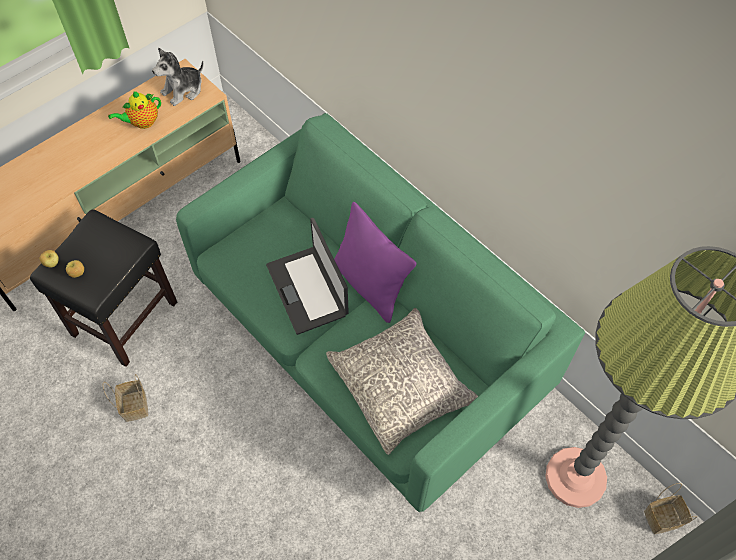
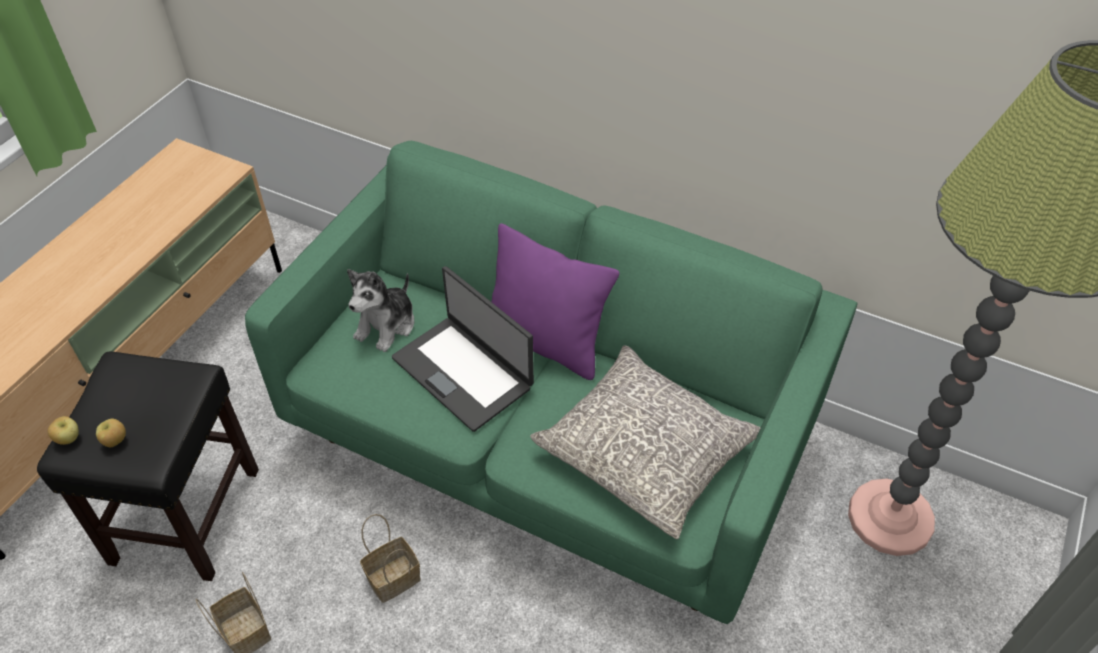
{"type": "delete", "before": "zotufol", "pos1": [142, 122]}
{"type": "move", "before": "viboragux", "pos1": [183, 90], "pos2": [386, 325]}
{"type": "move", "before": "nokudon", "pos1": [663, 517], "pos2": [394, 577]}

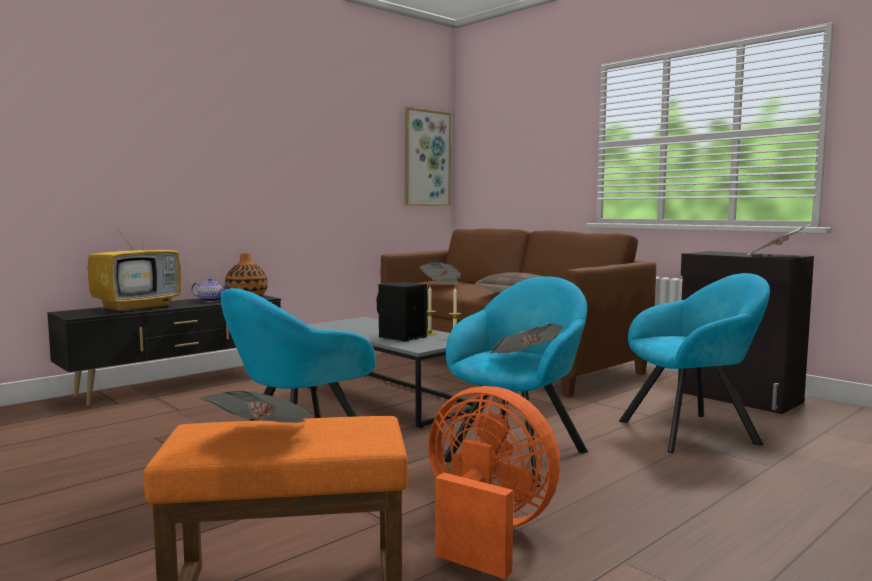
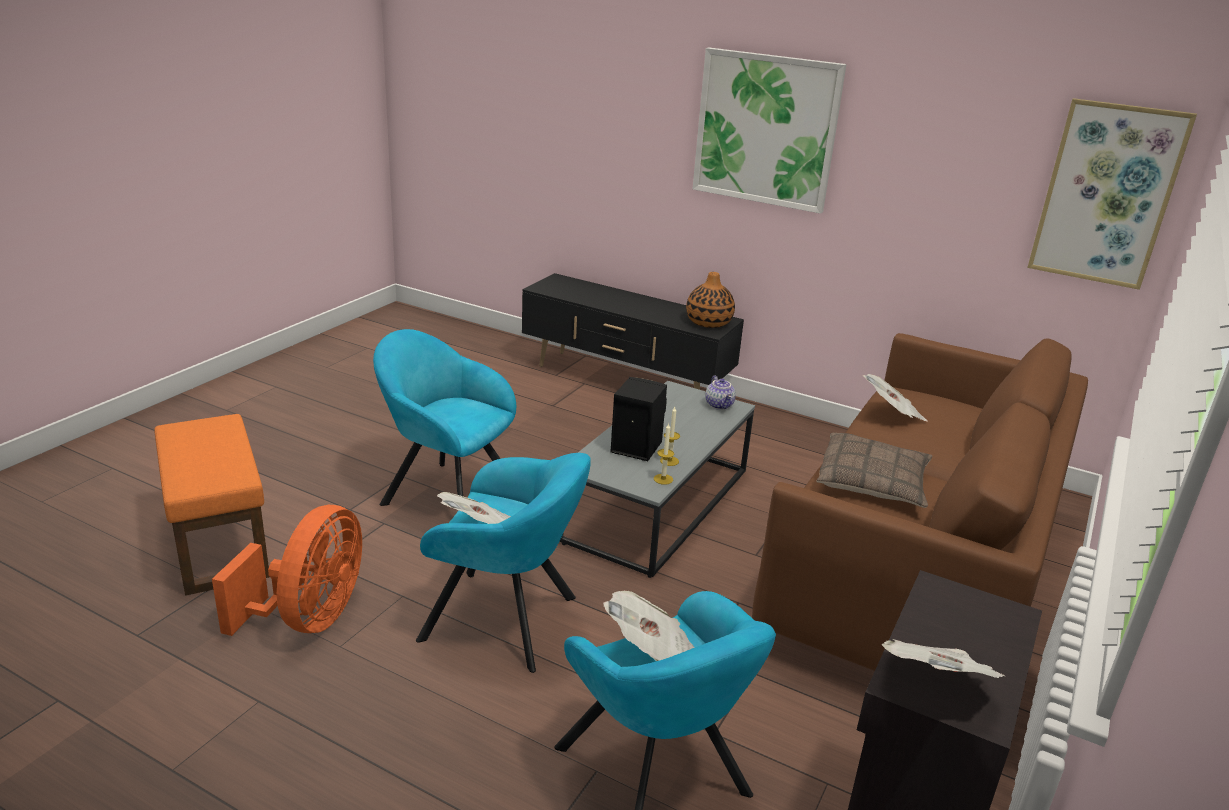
{"type": "delete", "before": "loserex", "pos1": [138, 308]}
{"type": "move", "before": "zotufol", "pos1": [211, 300], "pos2": [720, 405]}
{"type": "move", "before": "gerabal", "pos1": [263, 438], "pos2": [652, 650]}
{"type": "insert", "after": "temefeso", "pos2": [766, 130]}

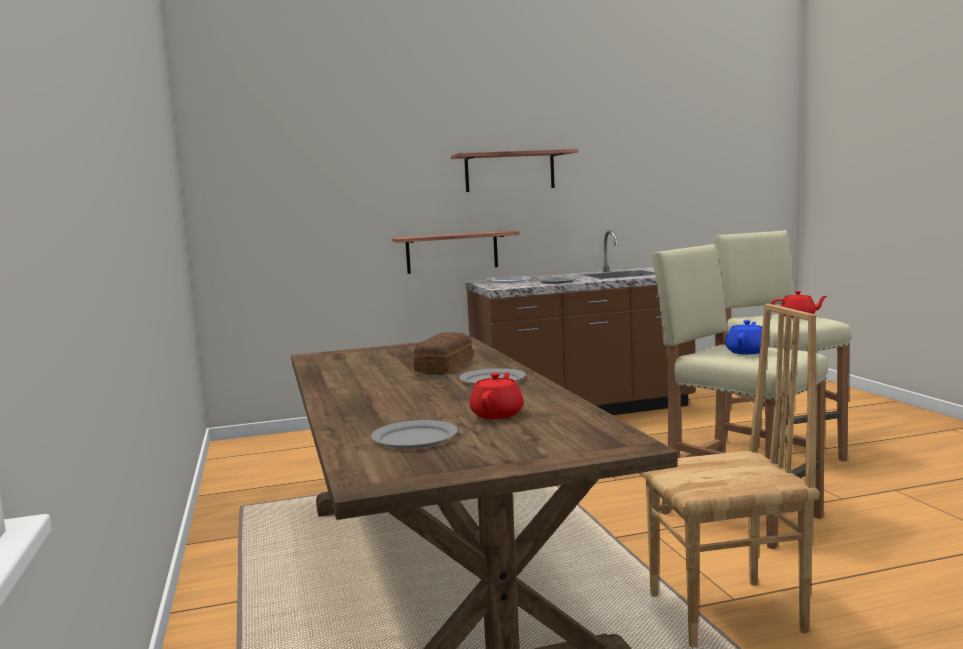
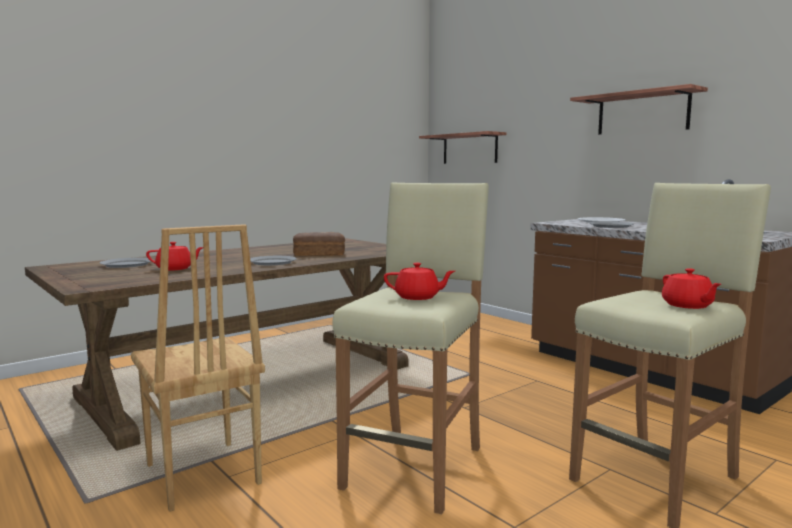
{"type": "move", "before": "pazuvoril", "pos1": [452, 252], "pos2": [469, 149]}
{"type": "recolor", "before": "zotufol (blue)", "after": "zotufol (red)", "pos1": [747, 352], "pos2": [418, 297]}

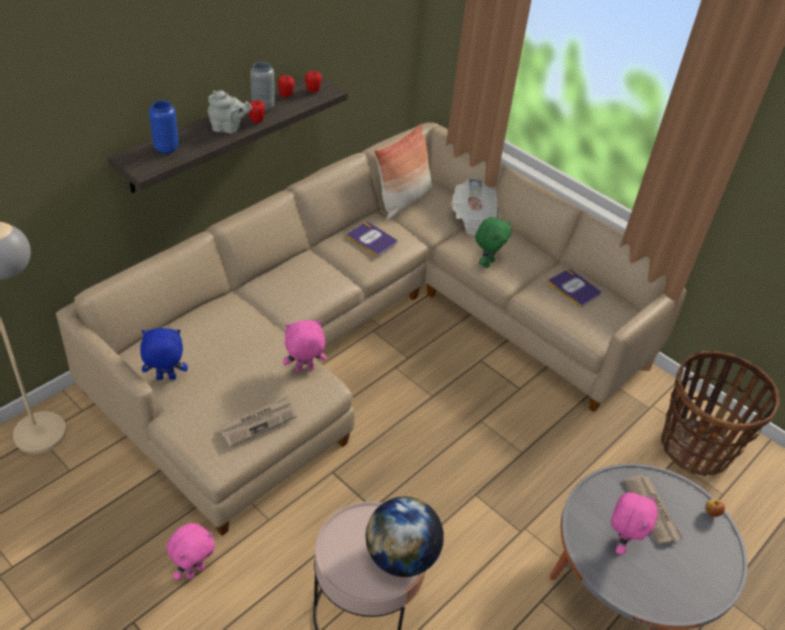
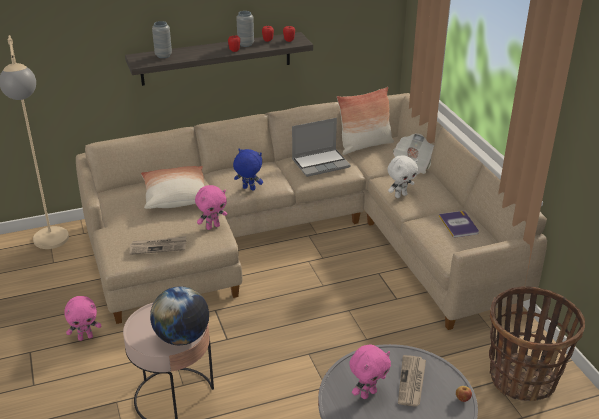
{"type": "move", "before": "viboragux (blue)", "pos1": [166, 379], "pos2": [248, 189]}
{"type": "recolor", "before": "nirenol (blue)", "after": "nirenol (grey)", "pos1": [166, 148], "pos2": [163, 55]}
{"type": "delete", "before": "zotufol (grey)", "pos1": [228, 128]}
{"type": "rotate", "before": "viboragux (pink)", "pos1": [304, 370], "pos2": [212, 226], "turn": 135}
{"type": "replace", "before": "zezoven", "after": "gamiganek", "pos1": [371, 239], "pos2": [321, 163]}
{"type": "recolor", "before": "viboragux (green)", "after": "viboragux (white)", "pos1": [487, 263], "pos2": [400, 195]}
{"type": "insert", "after": "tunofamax", "pos2": [175, 196]}

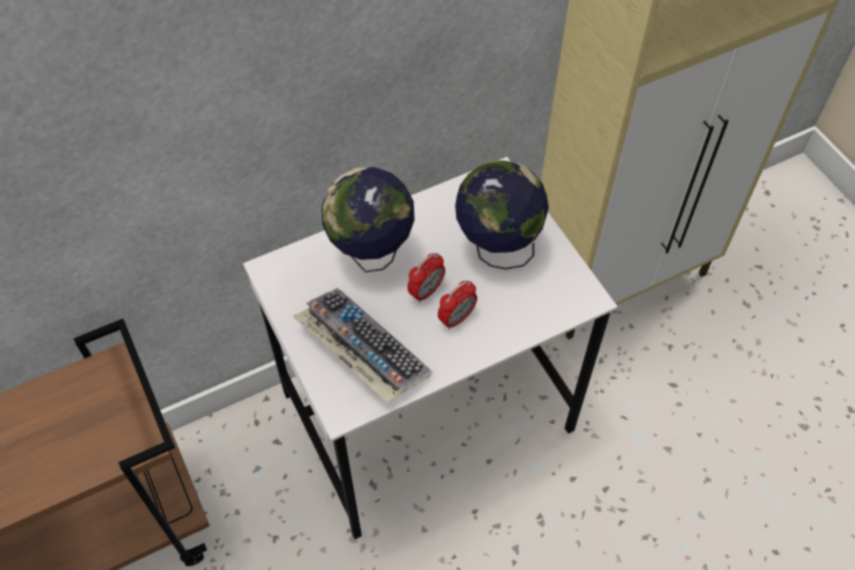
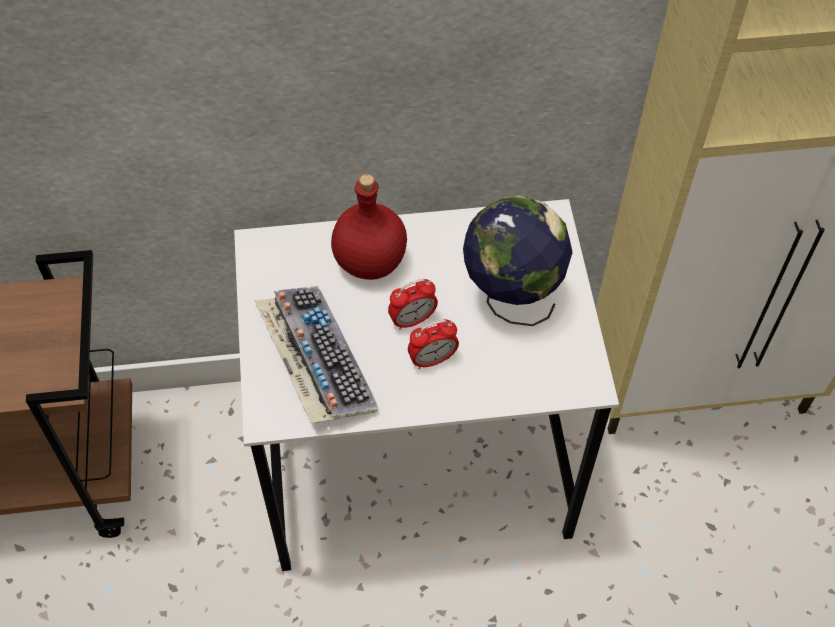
{"type": "replace", "before": "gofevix", "after": "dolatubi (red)", "pos1": [371, 255], "pos2": [371, 262]}

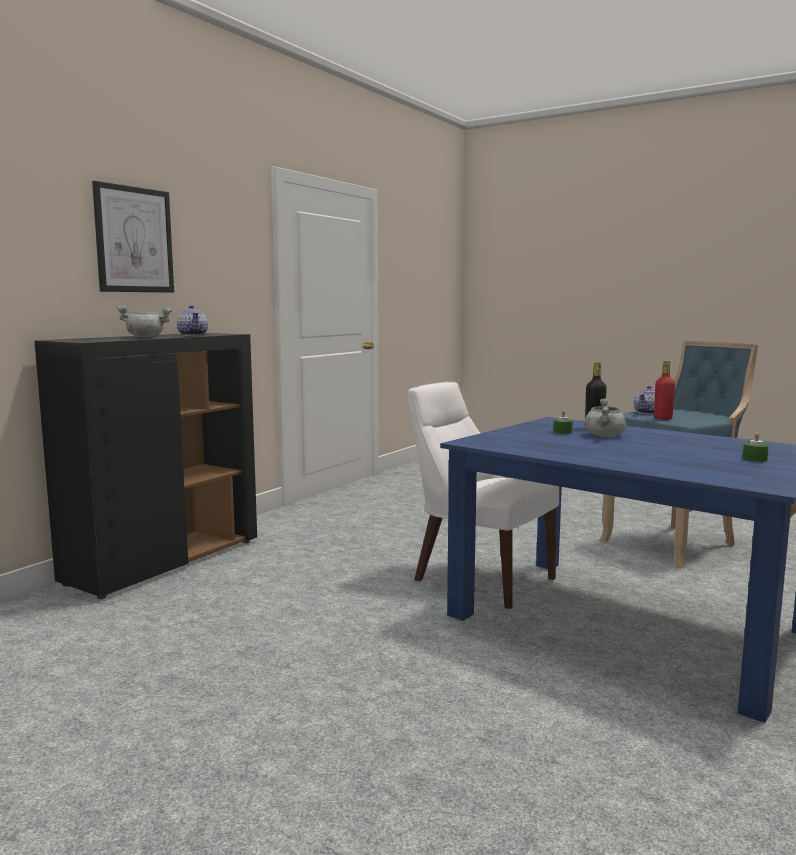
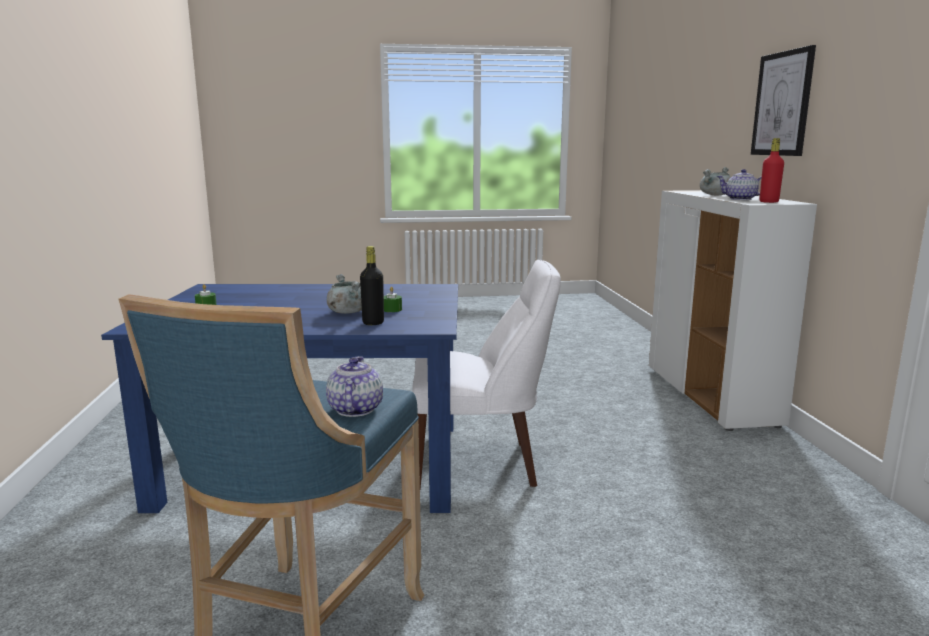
{"type": "recolor", "before": "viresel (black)", "after": "viresel (white)", "pos1": [165, 561], "pos2": [711, 396]}
{"type": "move", "before": "dolatubi (red)", "pos1": [663, 418], "pos2": [769, 202]}

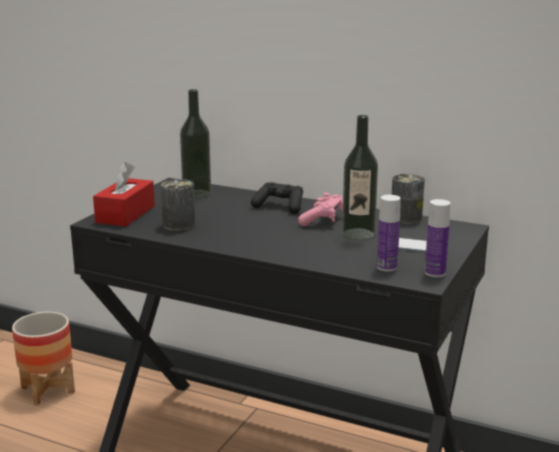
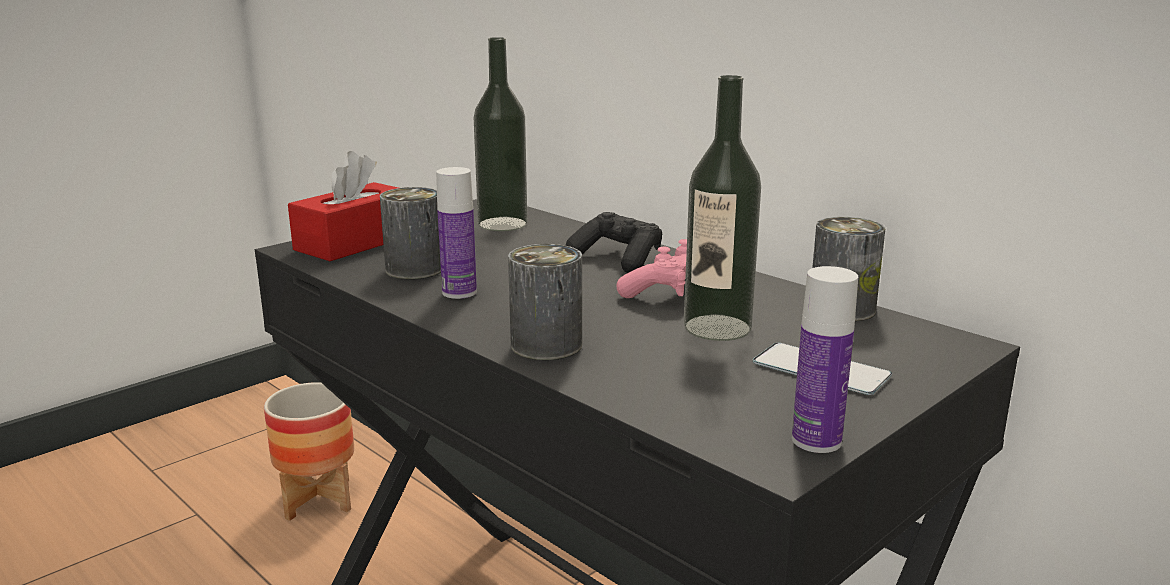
{"type": "move", "before": "dolatubi", "pos1": [387, 267], "pos2": [459, 292]}
{"type": "insert", "after": "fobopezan", "pos2": [546, 345]}

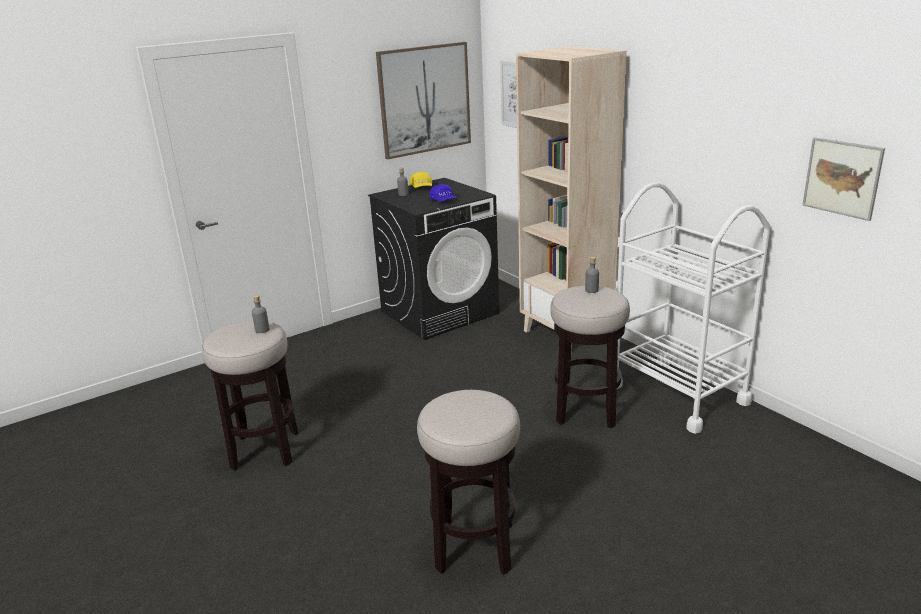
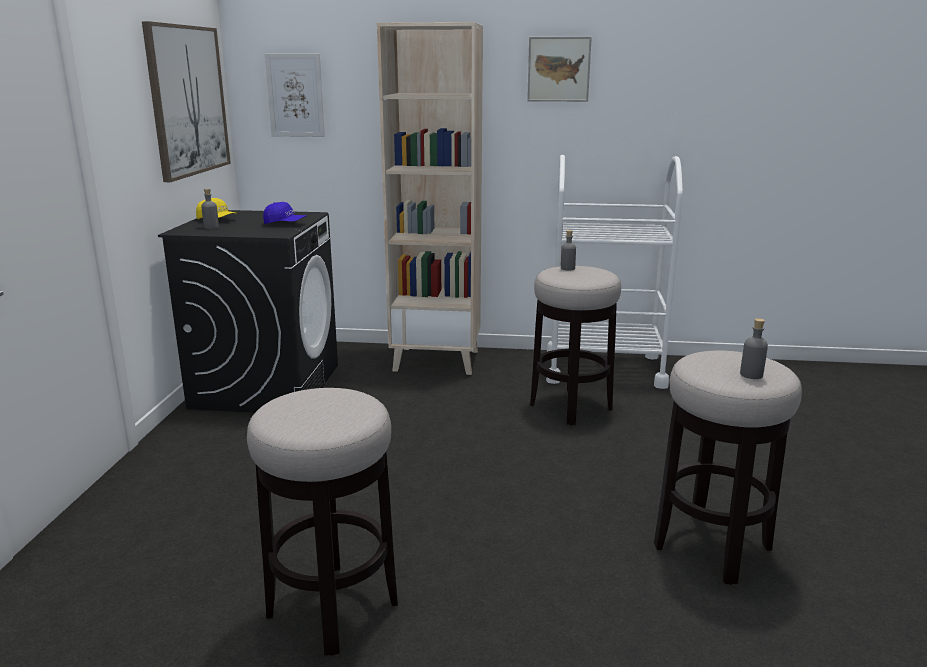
{"type": "move", "before": "dolatubi (grey)", "pos1": [262, 330], "pos2": [751, 375]}
{"type": "move", "before": "temefeso", "pos1": [842, 178], "pos2": [558, 69]}

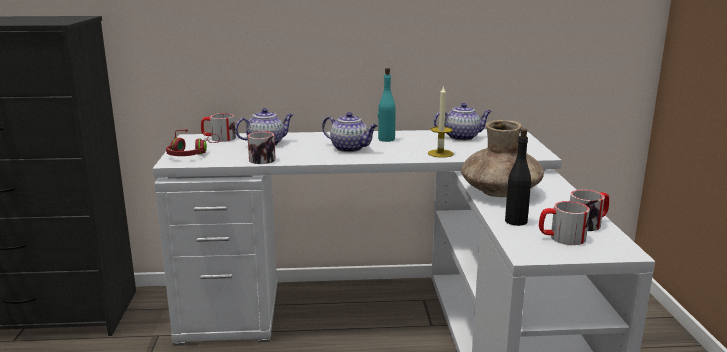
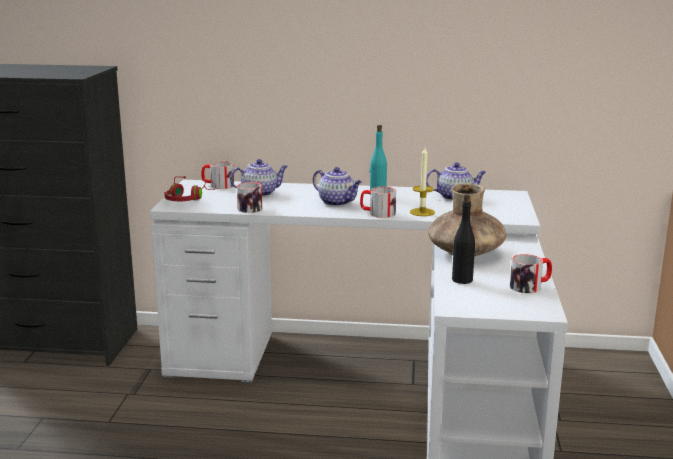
{"type": "move", "before": "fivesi", "pos1": [561, 238], "pos2": [377, 213]}

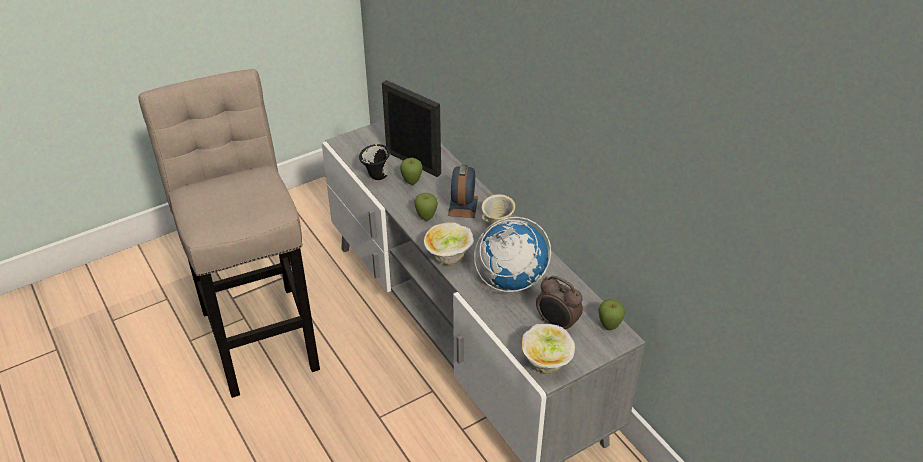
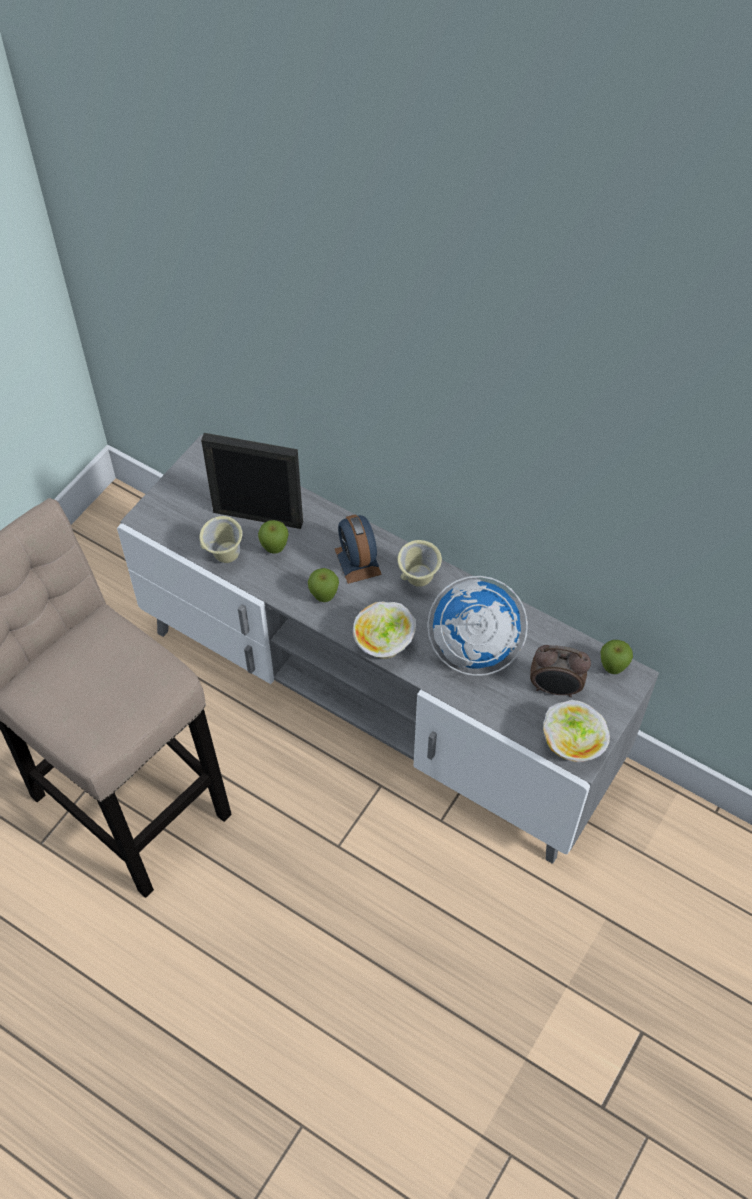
{"type": "recolor", "before": "fivesi (black)", "after": "fivesi (beige)", "pos1": [376, 177], "pos2": [224, 557]}

